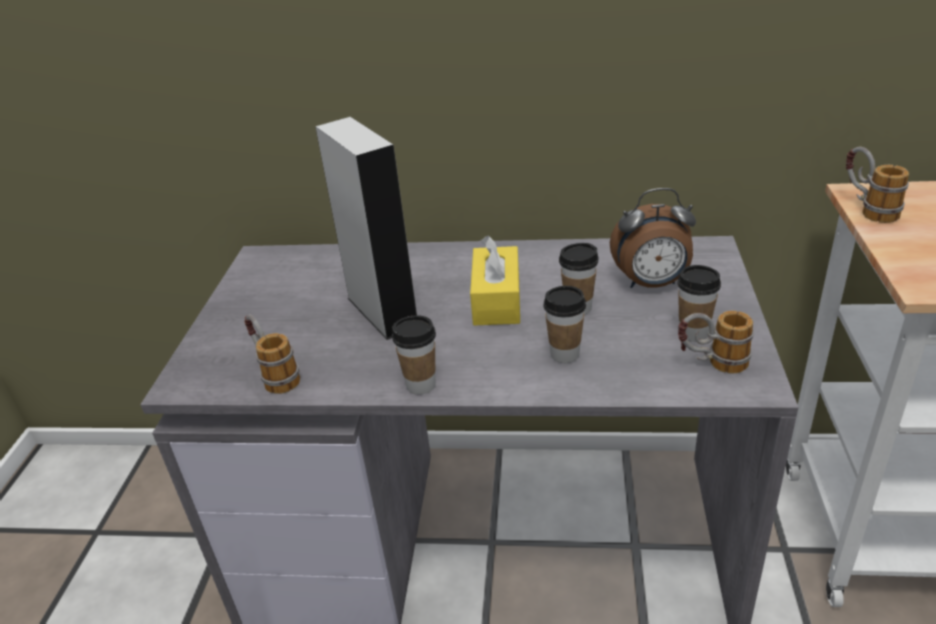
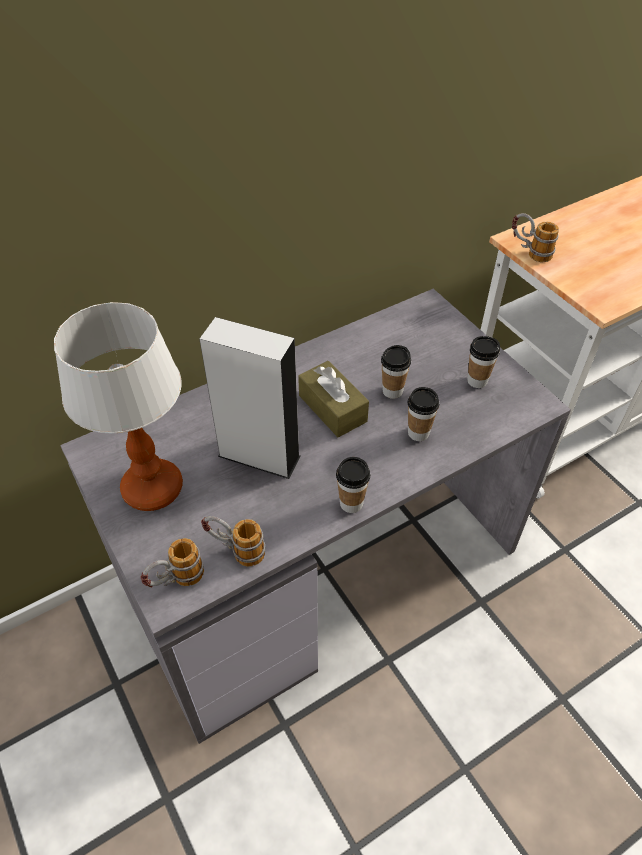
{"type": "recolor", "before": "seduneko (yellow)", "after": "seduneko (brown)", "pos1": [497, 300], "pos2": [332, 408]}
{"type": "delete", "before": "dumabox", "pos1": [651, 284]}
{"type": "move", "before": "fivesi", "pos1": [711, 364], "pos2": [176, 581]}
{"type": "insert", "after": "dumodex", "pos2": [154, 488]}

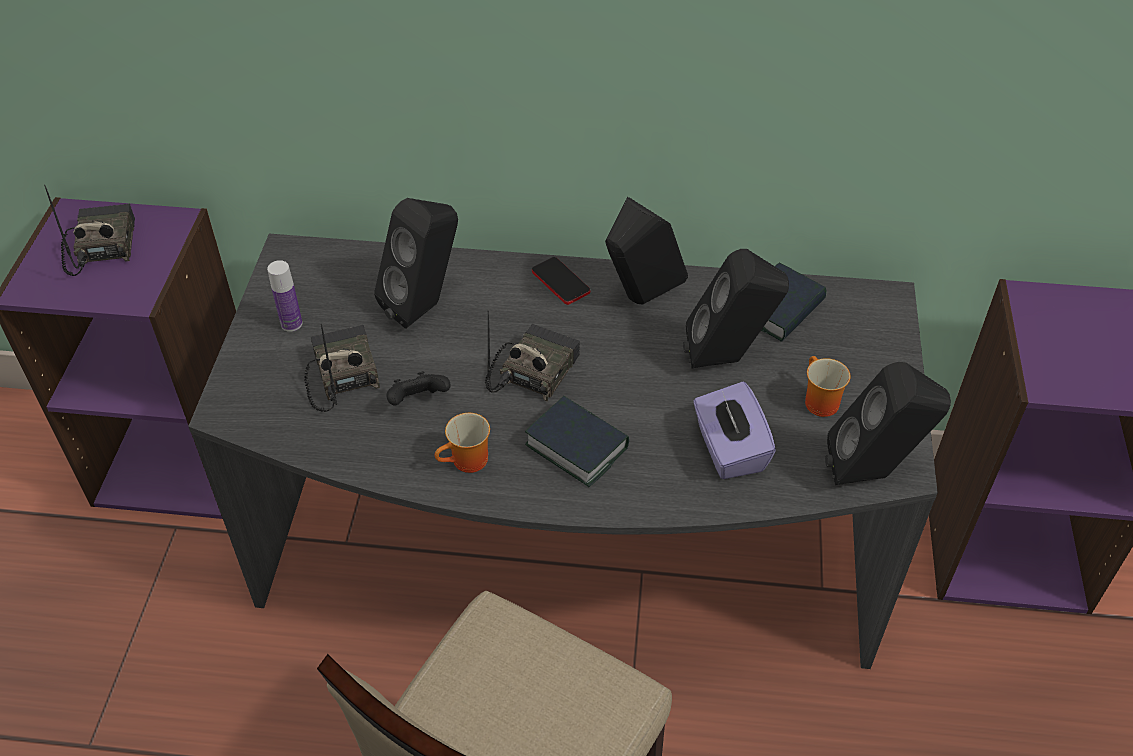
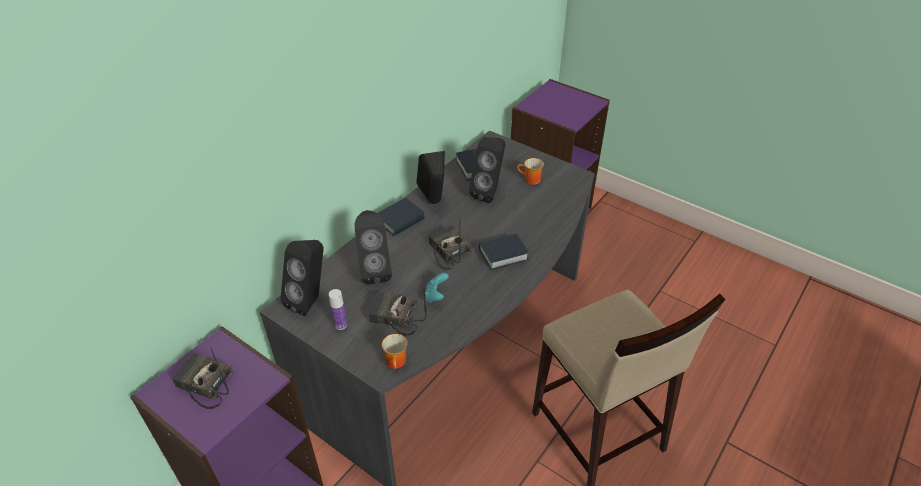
{"type": "recolor", "before": "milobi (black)", "after": "milobi (turquoise)", "pos1": [418, 401], "pos2": [435, 295]}
{"type": "move", "before": "fivesi", "pos1": [468, 463], "pos2": [397, 362]}
{"type": "replace", "before": "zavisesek", "after": "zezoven", "pos1": [560, 282], "pos2": [400, 221]}
{"type": "delete", "before": "seduneko (purple)", "pos1": [729, 449]}
{"type": "move", "before": "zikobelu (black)", "pos1": [873, 473], "pos2": [310, 300]}

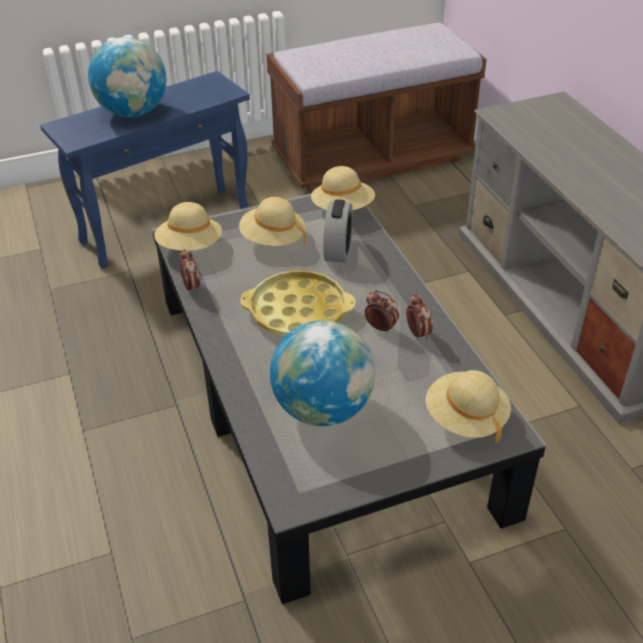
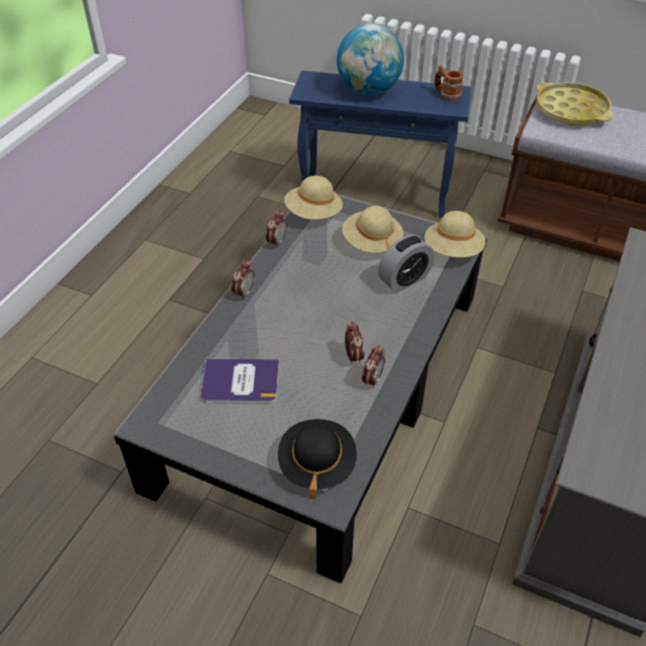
{"type": "move", "before": "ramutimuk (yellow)", "pos1": [298, 311], "pos2": [571, 110]}
{"type": "replace", "before": "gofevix", "after": "zezoven", "pos1": [323, 409], "pos2": [240, 382]}
{"type": "recolor", "before": "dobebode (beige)", "after": "dobebode (black)", "pos1": [465, 418], "pos2": [317, 464]}
{"type": "insert", "after": "dumabox", "pos2": [244, 293]}
{"type": "insert", "after": "fivesi", "pos2": [446, 95]}

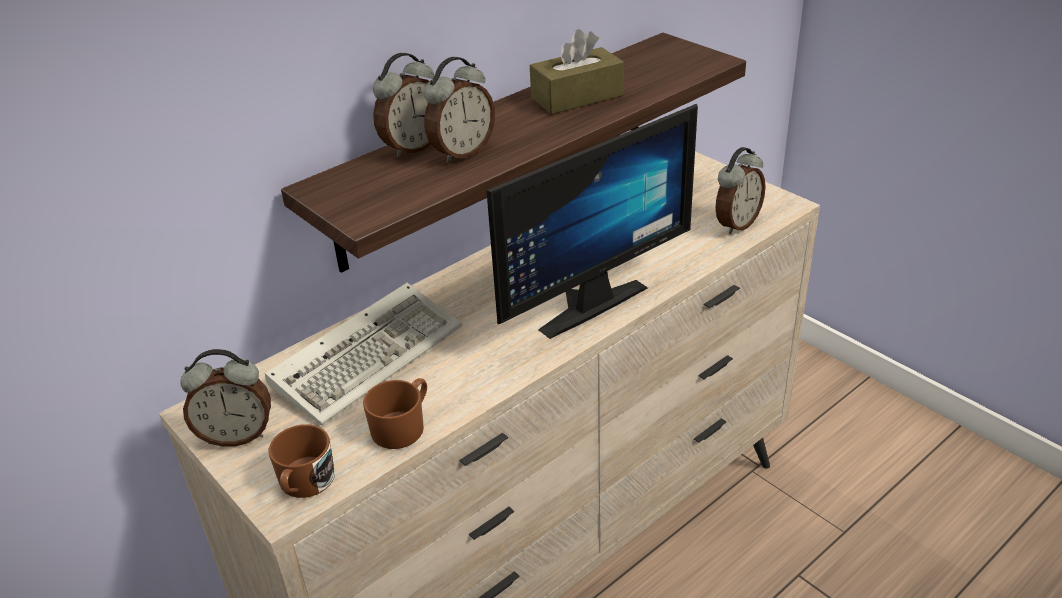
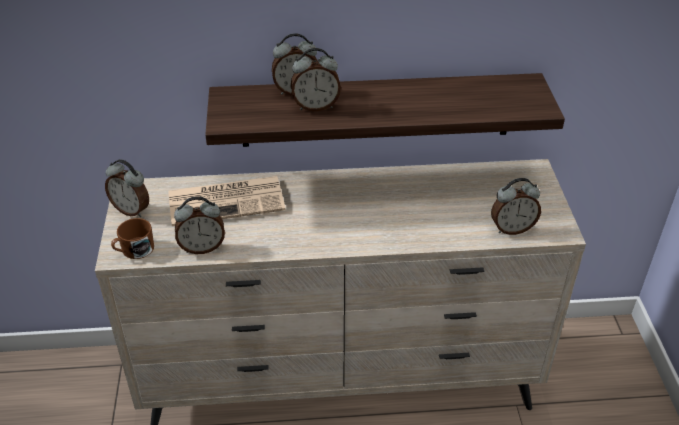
{"type": "replace", "before": "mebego", "after": "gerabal", "pos1": [370, 355], "pos2": [228, 200]}
{"type": "replace", "before": "fivesi (brown)", "after": "dumabox", "pos1": [403, 426], "pos2": [202, 247]}
{"type": "delete", "before": "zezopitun", "pos1": [584, 301]}
{"type": "delete", "before": "seduneko (brown)", "pos1": [577, 97]}

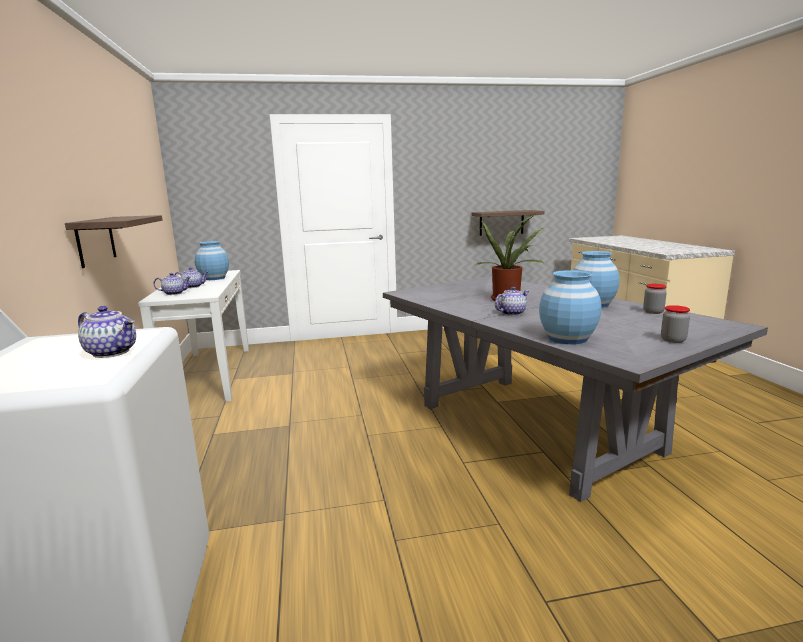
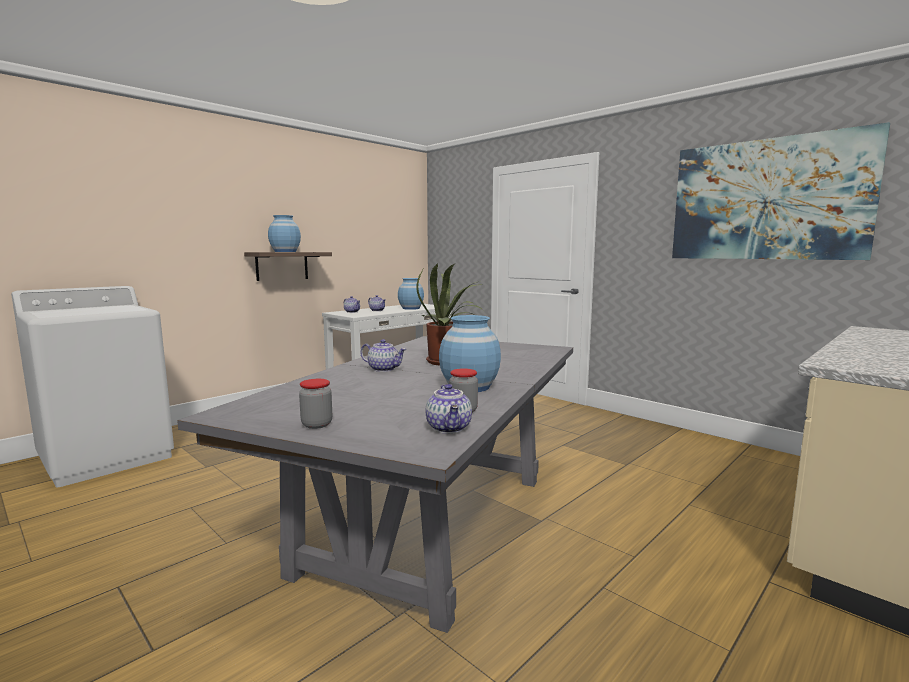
{"type": "move", "before": "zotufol", "pos1": [113, 352], "pos2": [450, 428]}
{"type": "delete", "before": "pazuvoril", "pos1": [501, 223]}
{"type": "move", "before": "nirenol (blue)", "pos1": [567, 338], "pos2": [285, 251]}
{"type": "insert", "after": "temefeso", "pos2": [766, 200]}

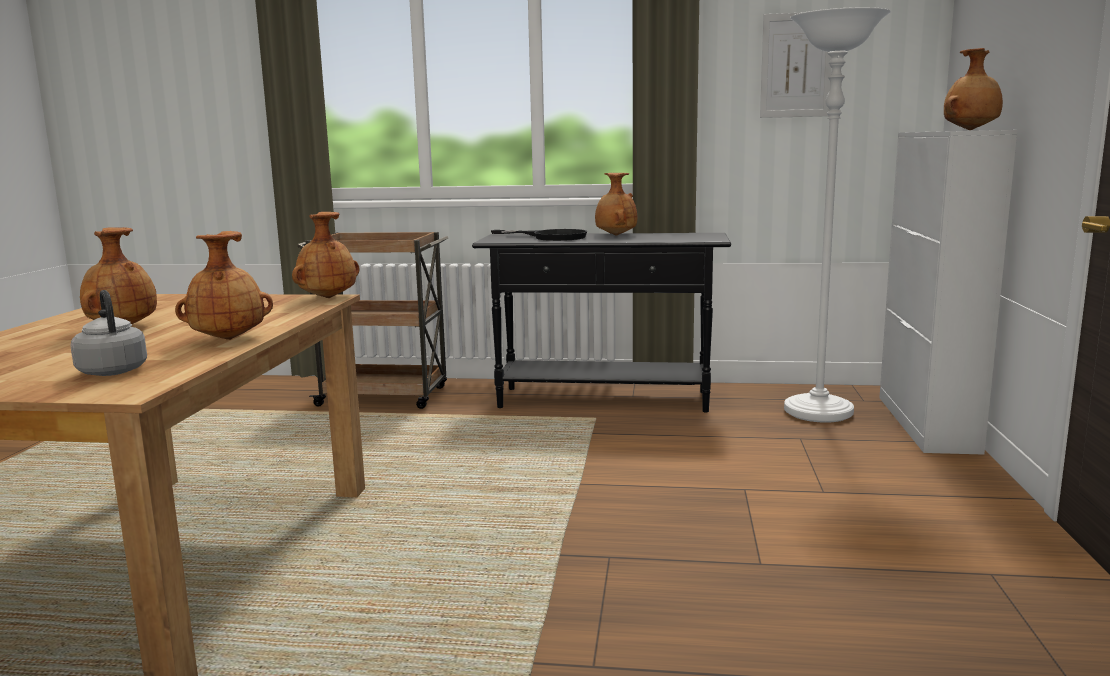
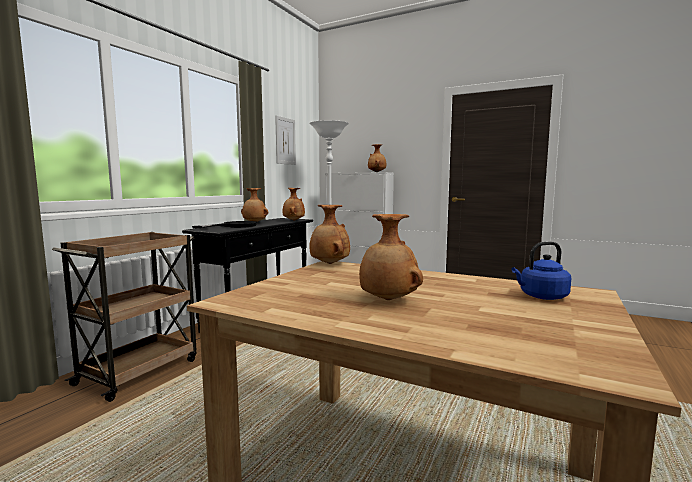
{"type": "recolor", "before": "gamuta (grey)", "after": "gamuta (blue)", "pos1": [112, 370], "pos2": [541, 297]}
{"type": "move", "before": "nirenol (brown)", "pos1": [228, 339], "pos2": [293, 220]}

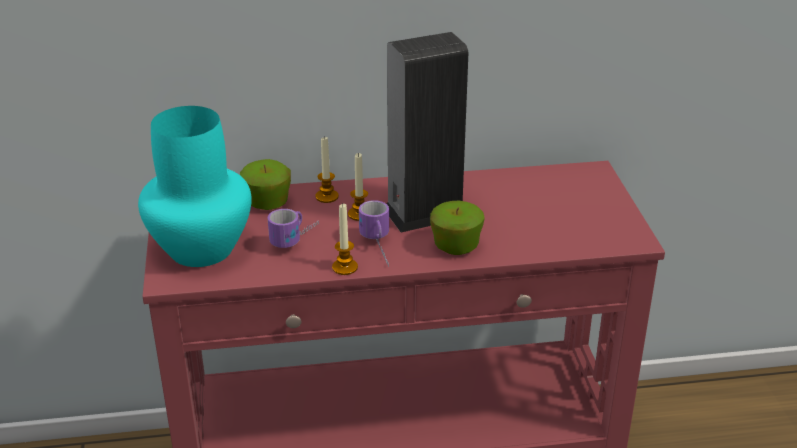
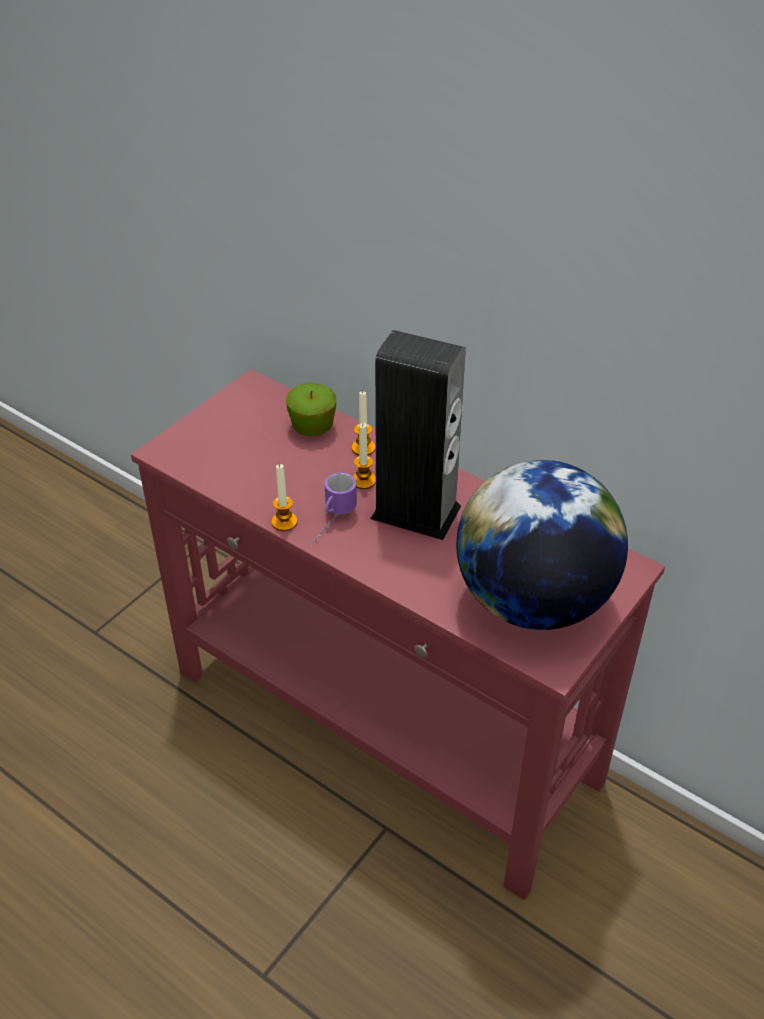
{"type": "delete", "before": "nirenol (turquoise)", "pos1": [201, 250]}
{"type": "delete", "before": "fivesi", "pos1": [297, 239]}
{"type": "delete", "before": "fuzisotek", "pos1": [456, 246]}
{"type": "insert", "after": "gofevix", "pos2": [533, 601]}

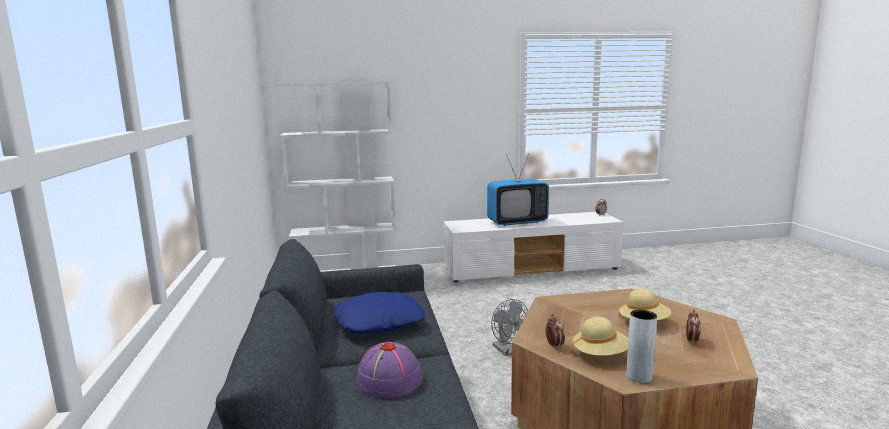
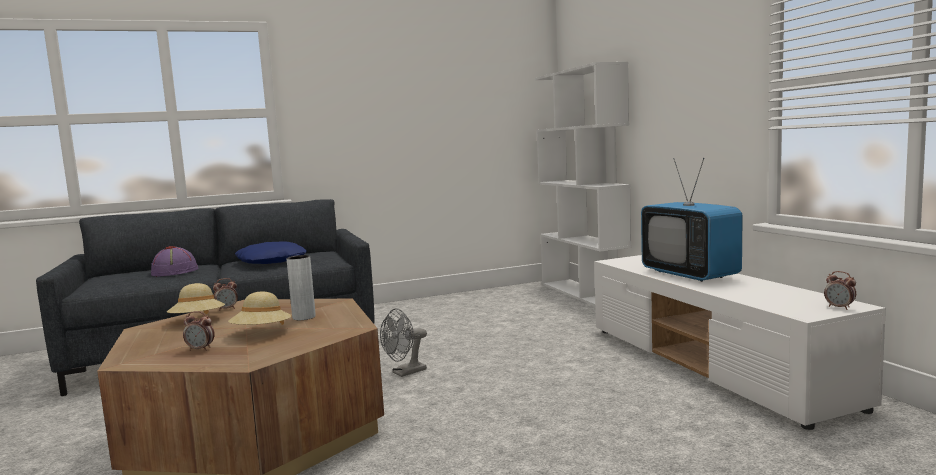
{"type": "move", "before": "nirenol (grey)", "pos1": [639, 376], "pos2": [304, 317]}

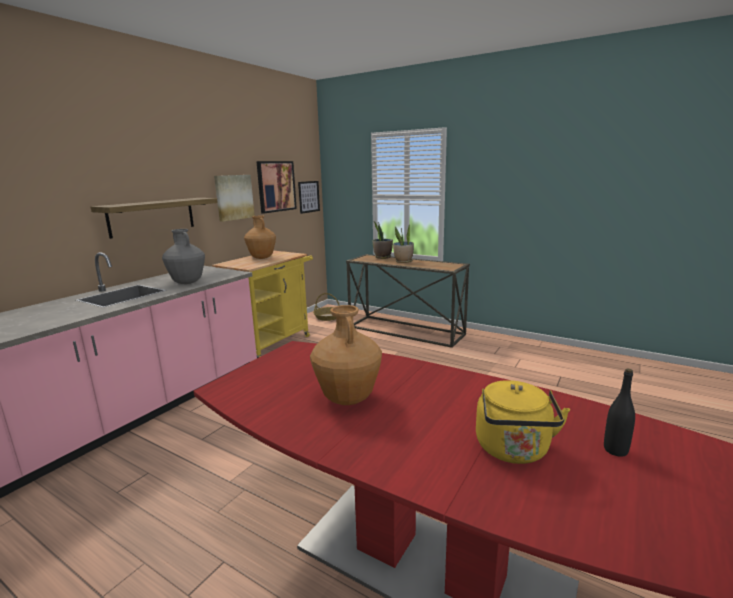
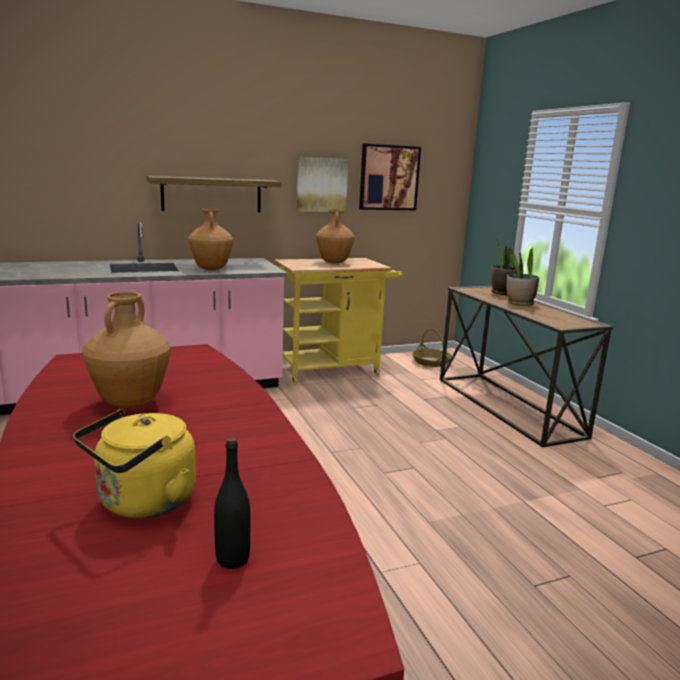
{"type": "recolor", "before": "nirenol (grey)", "after": "nirenol (brown)", "pos1": [187, 282], "pos2": [211, 269]}
{"type": "delete", "before": "temefeso", "pos1": [309, 196]}

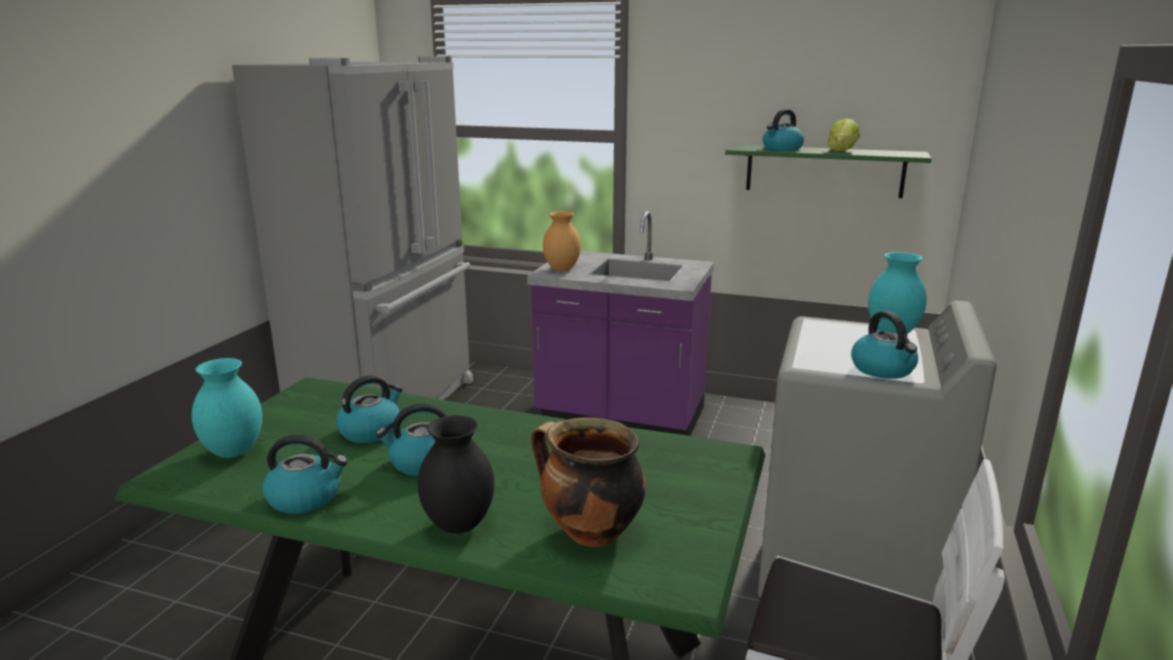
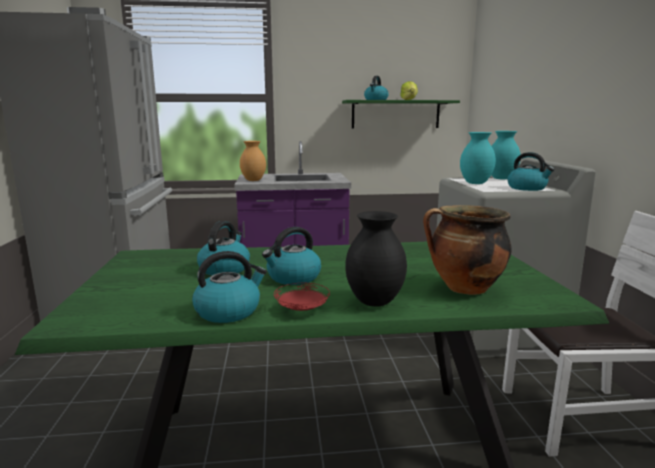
{"type": "move", "before": "nirenol (turquoise)", "pos1": [233, 451], "pos2": [475, 183]}
{"type": "insert", "after": "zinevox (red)", "pos2": [302, 310]}

